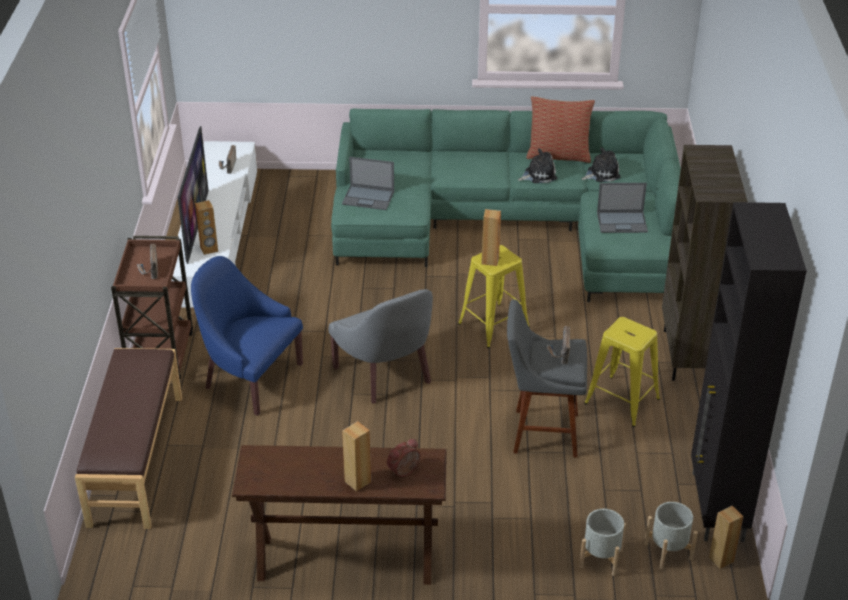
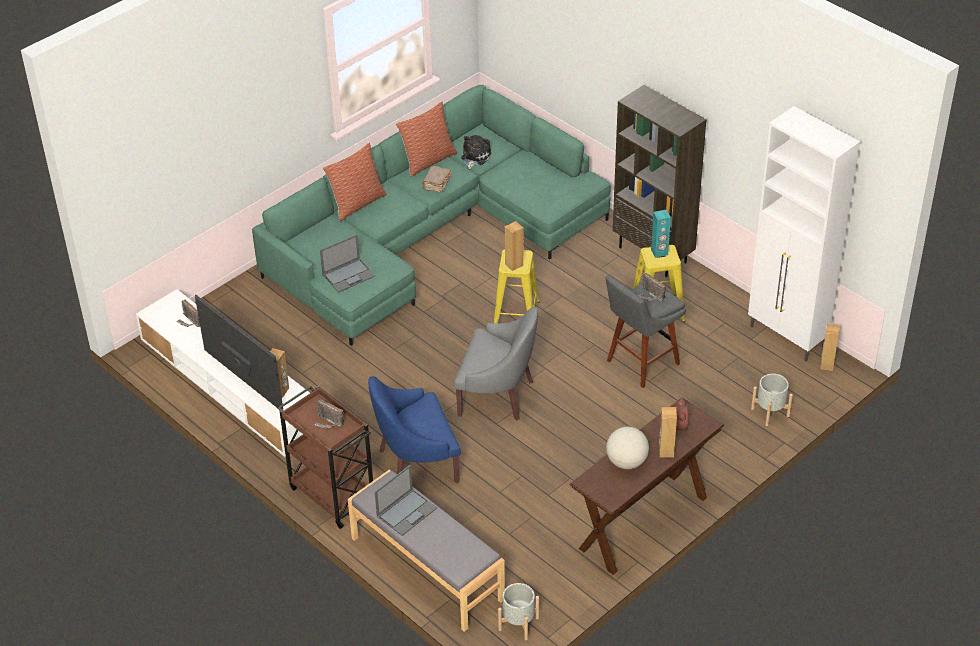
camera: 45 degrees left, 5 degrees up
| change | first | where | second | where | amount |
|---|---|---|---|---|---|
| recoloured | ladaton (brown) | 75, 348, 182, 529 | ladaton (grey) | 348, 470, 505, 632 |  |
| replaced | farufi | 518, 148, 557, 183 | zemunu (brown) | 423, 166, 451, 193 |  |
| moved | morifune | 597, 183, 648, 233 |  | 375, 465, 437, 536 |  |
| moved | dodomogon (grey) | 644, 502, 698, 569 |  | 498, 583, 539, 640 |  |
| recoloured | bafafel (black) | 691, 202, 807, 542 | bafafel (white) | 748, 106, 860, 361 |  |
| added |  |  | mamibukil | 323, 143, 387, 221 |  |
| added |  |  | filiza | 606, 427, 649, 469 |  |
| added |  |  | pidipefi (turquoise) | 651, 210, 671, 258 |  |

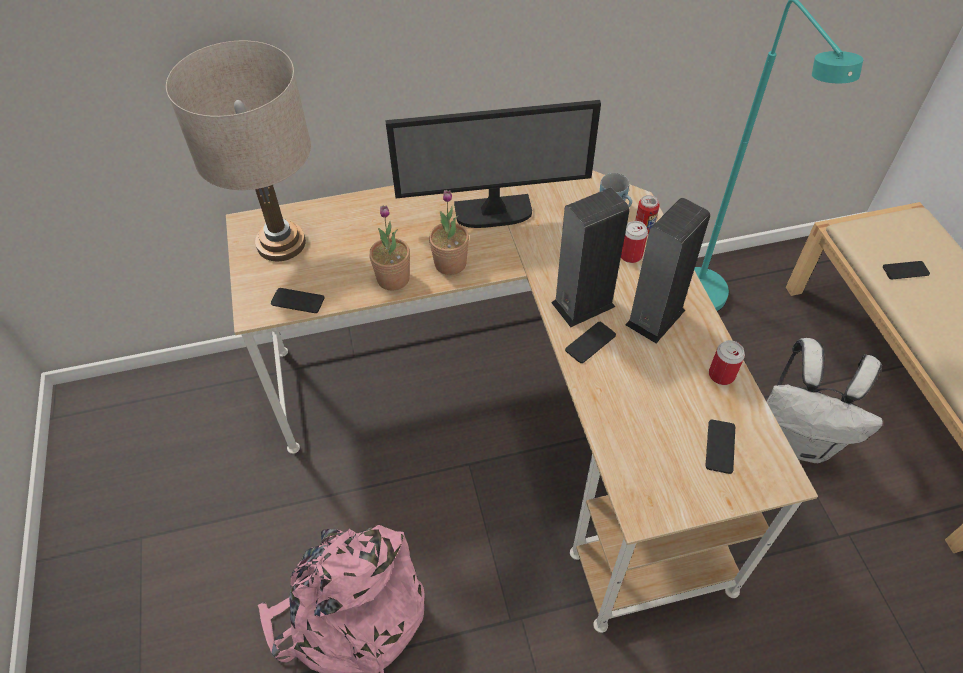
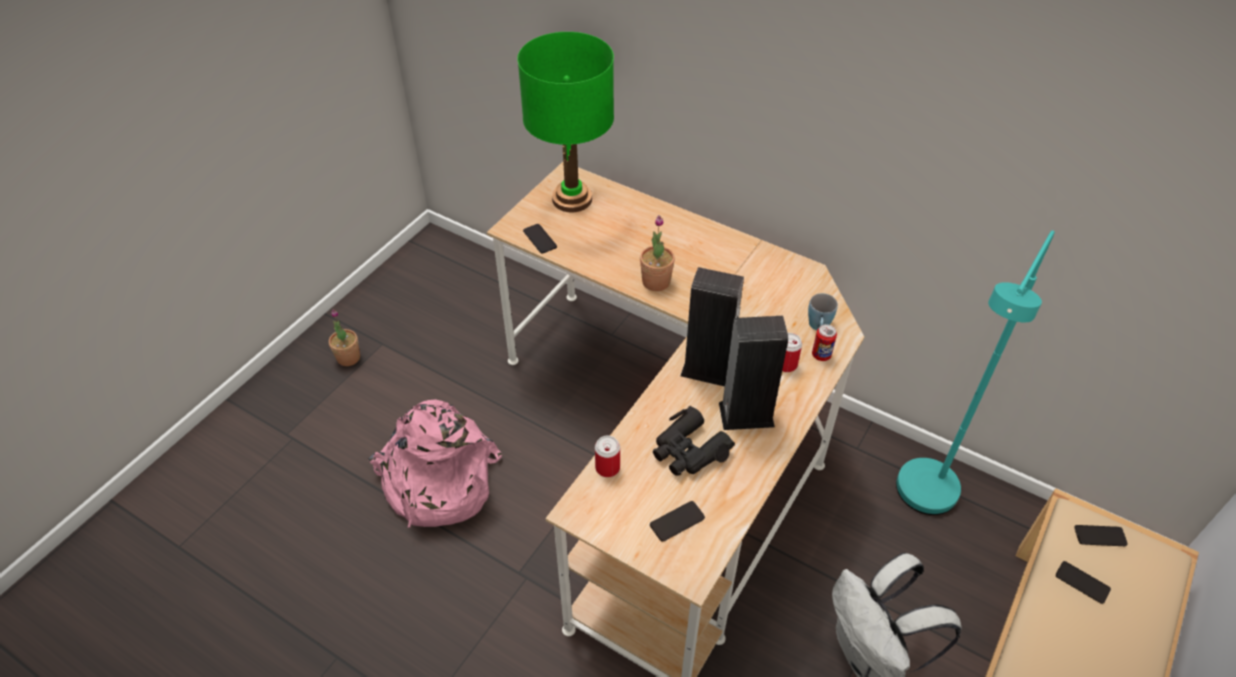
camera: 45 degrees right, 5 degrees down
| change | first | where | second | where | amount |
|---|---|---|---|---|---|
| recoloured | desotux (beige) | 166, 41, 311, 261 | desotux (green) | 517, 32, 614, 212 |  |
| moved | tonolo | 369, 206, 410, 291 |  | 329, 309, 360, 366 |  |
| removed | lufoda | 385, 100, 601, 228 |  |  |  |
| moved | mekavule | 565, 322, 616, 363 |  | 1074, 525, 1128, 546 |  |
| moved | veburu | 709, 340, 745, 385 |  | 595, 435, 620, 477 |  |
| added |  |  | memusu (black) | 653, 406, 735, 476 |  |

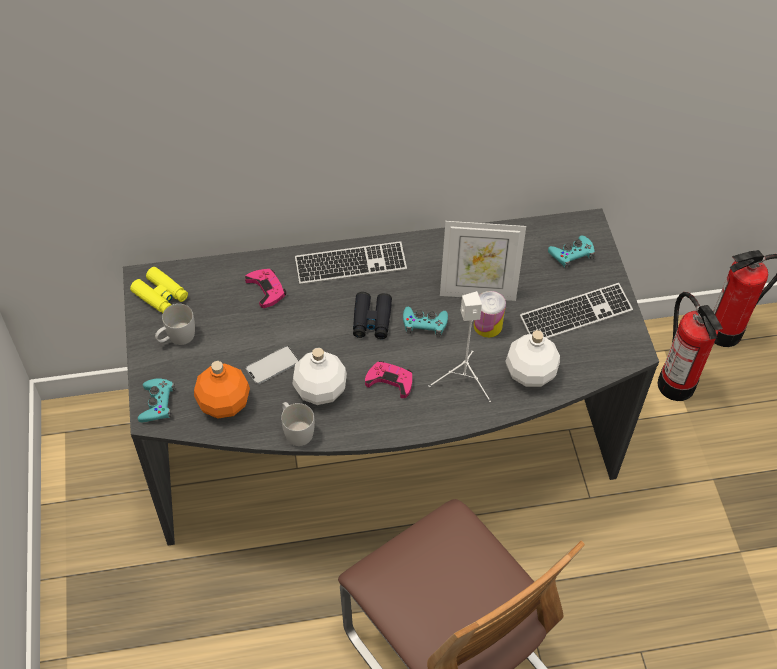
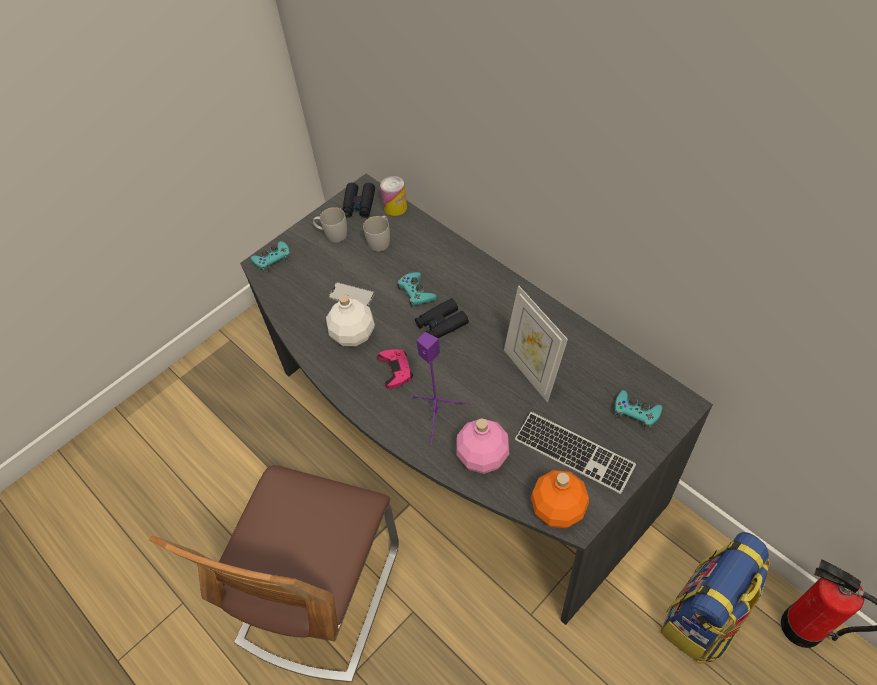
camera: 60 degrees right, 0 degrees up
| change | first | where | second | where | amount |
|---|---|---|---|---|---|
| recoloured | memusu (yellow) | 130, 267, 188, 313 | memusu (black) | 342, 183, 375, 218 |  |
| moved | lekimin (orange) | 194, 361, 250, 419 |  | 531, 470, 589, 528 |  |
| removed | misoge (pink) | 245, 269, 286, 308 |  |  |  |
| moved | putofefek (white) | 281, 402, 315, 446 |  | 363, 216, 390, 252 |  |
| removed | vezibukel | 295, 241, 407, 284 |  |  |  |
| moved | misoge (turquoise) | 403, 307, 448, 337 |  | 397, 272, 437, 307 |  |
| recoloured | pidipefi (white) | 429, 291, 491, 402 | pidipefi (purple) | 411, 332, 470, 446 |  |
| moved | veburu | 474, 291, 506, 338 |  | 380, 176, 407, 216 |  |
| recoloured | lekimin (white) | 505, 330, 560, 387 | lekimin (pink) | 456, 418, 509, 474 |  |
| replaced | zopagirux | 657, 292, 723, 401 | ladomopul | 660, 532, 770, 664 |  |

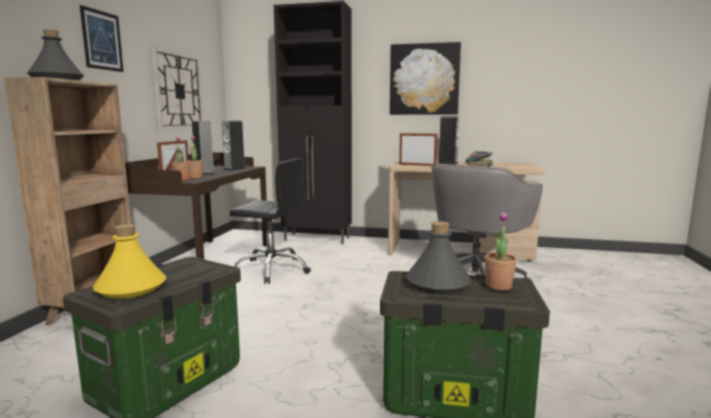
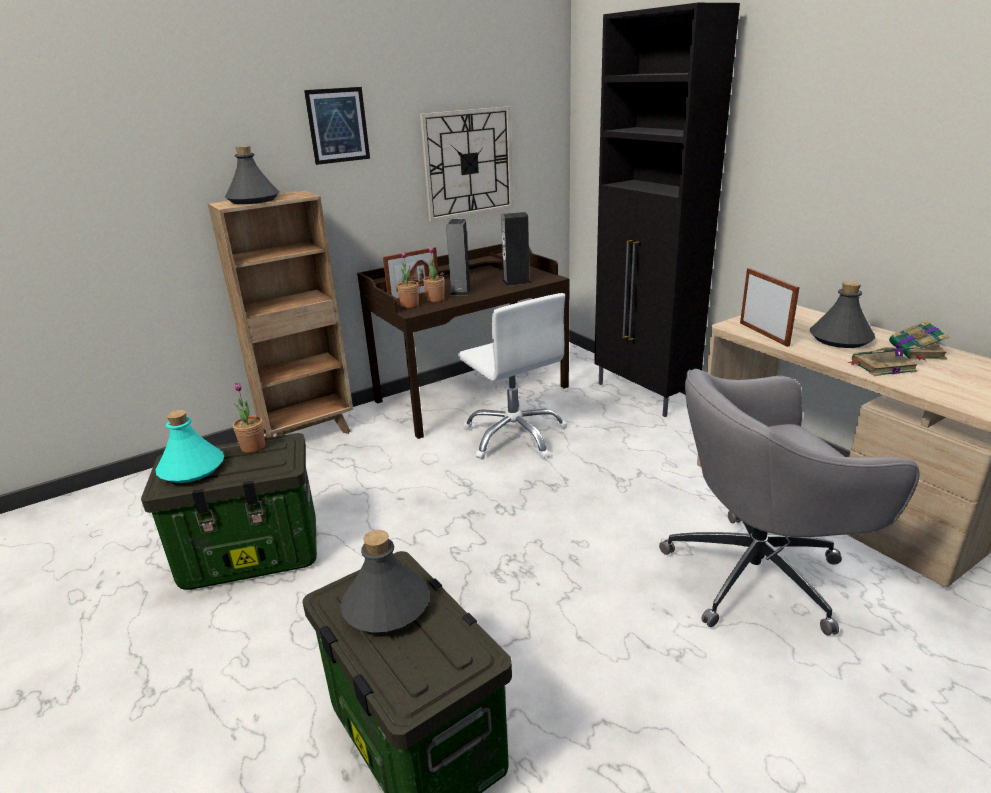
camera: 45 degrees right, 15 degrees up
| change | first | where | second | where | amount |
|---|---|---|---|---|---|
| recoloured | lekimin (yellow) | 93, 224, 166, 299 | lekimin (turquoise) | 155, 410, 224, 483 |  |
| recoloured | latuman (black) | 229, 158, 311, 284 | latuman (white) | 458, 293, 567, 460 |  |
| removed | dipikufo | 390, 42, 461, 115 |  |  |  |
| replaced | pidipefi | 438, 116, 459, 165 | lekimin (grey) | 810, 281, 875, 348 |  |
| moved | tonolo | 485, 212, 517, 291 |  | 233, 383, 265, 453 |  |

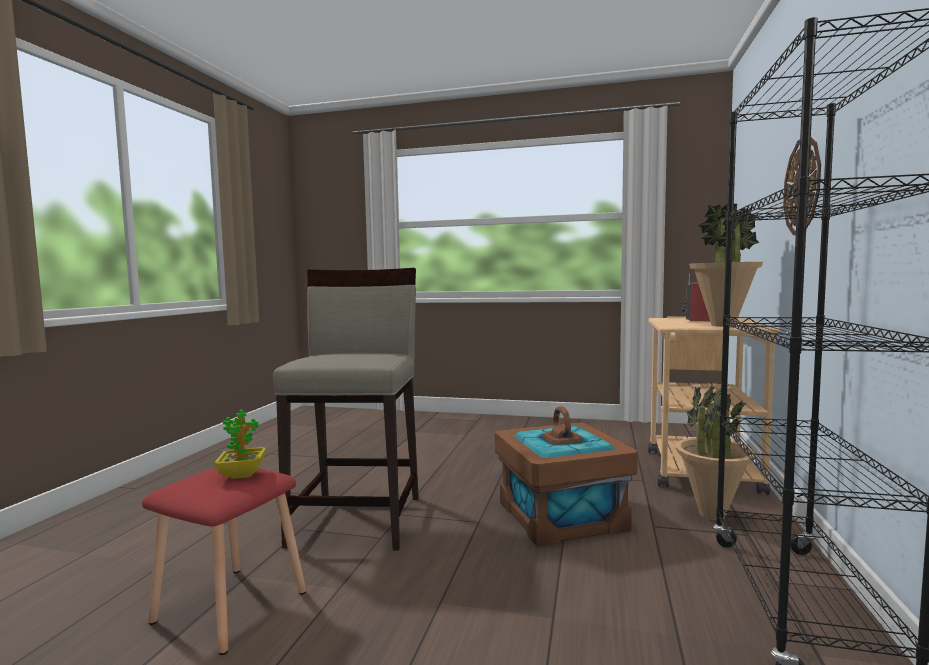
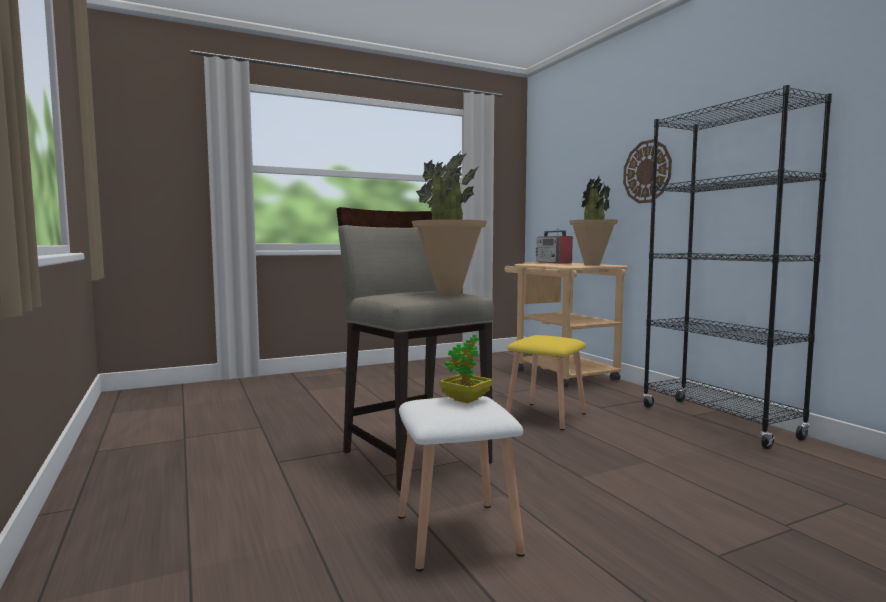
camera: 40 degrees left, 0 degrees up
| change | first | where | second | where | amount |
|---|---|---|---|---|---|
| recoloured | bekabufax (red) | 142, 468, 306, 655 | bekabufax (white) | 398, 396, 525, 571 |  |
| replaced | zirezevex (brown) | 495, 406, 638, 546 | bekabufax (yellow) | 506, 335, 586, 430 |  |
| moved | tonolo | 675, 383, 756, 520 |  | 412, 151, 487, 294 |  |

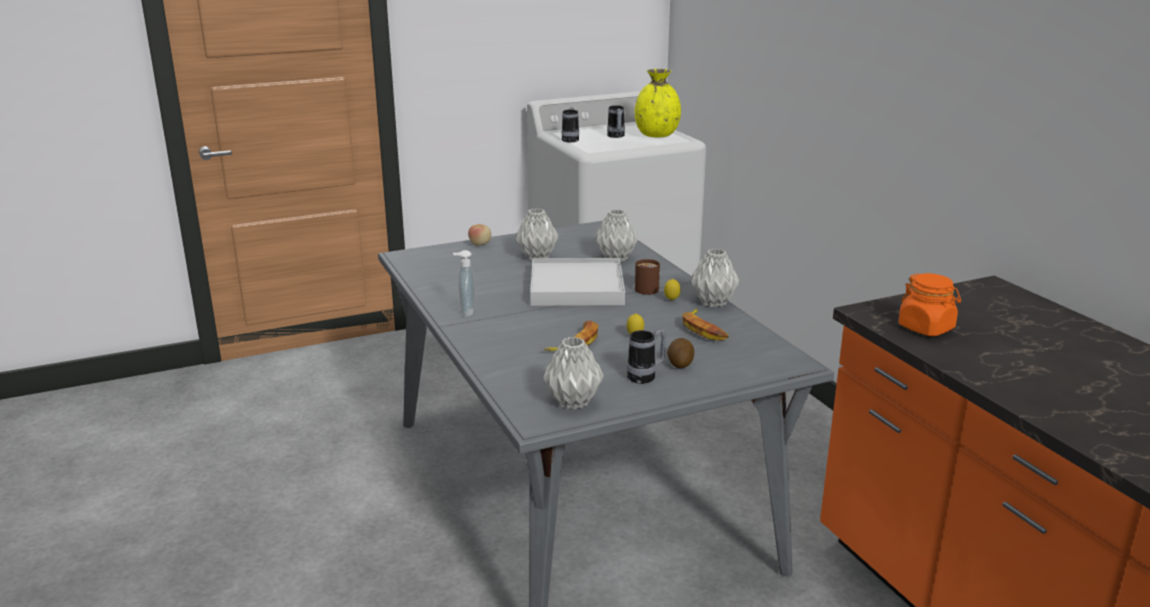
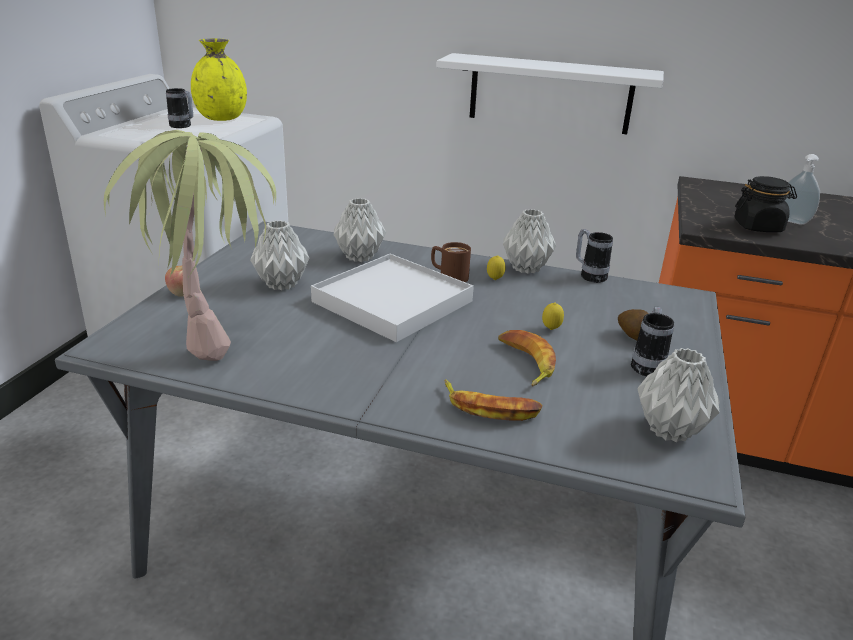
camera: 50 degrees left, 5 degrees up
| change | first | where | second | where | amount |
|---|---|---|---|---|---|
| moved | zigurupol | 453, 250, 475, 317 |  | 785, 154, 820, 225 |  |
| moved | putofefek | 561, 107, 579, 142 |  | 576, 229, 613, 283 |  |
| moved | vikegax | 682, 308, 729, 341 |  | 444, 379, 542, 421 |  |
| recoloured | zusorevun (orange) | 898, 273, 961, 336 | zusorevun (black) | 734, 176, 797, 232 |  |
| added |  |  | tonolo | 104, 130, 276, 361 |  |
| added |  |  | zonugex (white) | 436, 53, 664, 134 |  |

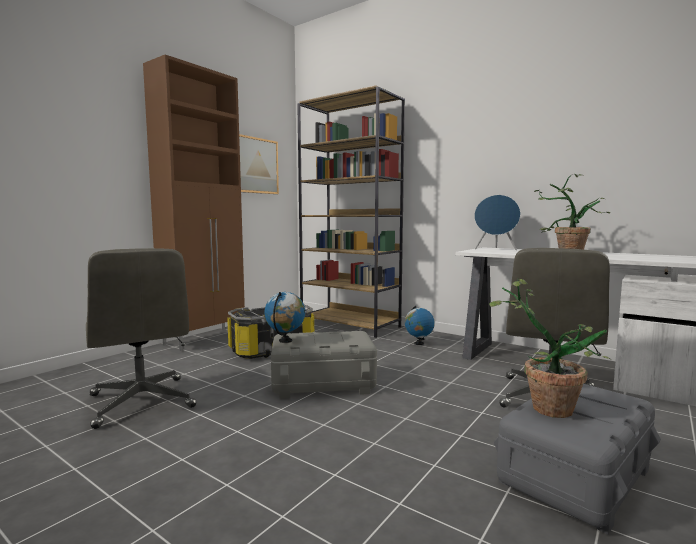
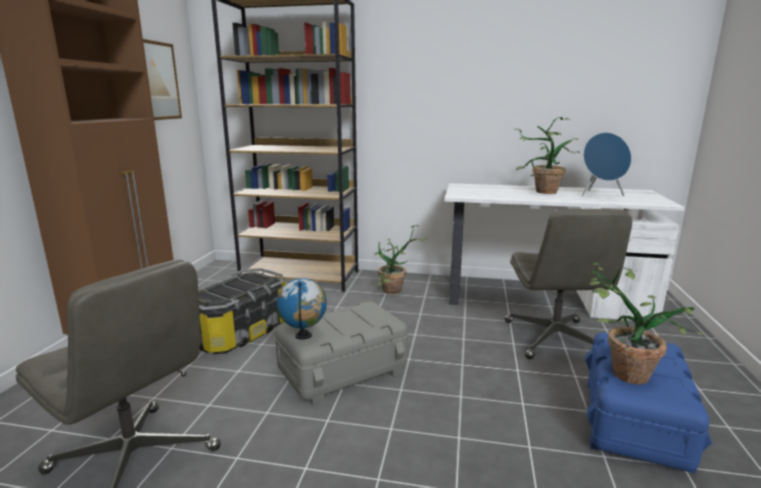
camera: 25 degrees left, 10 degrees up
| change | first | where | second | where | amount |
|---|---|---|---|---|---|
| replaced | filiza | 405, 306, 435, 345 | tonolo | 371, 225, 428, 294 |  |
| moved | pidipefi (blue) | 474, 195, 521, 250 |  | 581, 132, 631, 197 |  |
| recoloured | zirezevex (grey) | 494, 384, 661, 534 | zirezevex (blue) | 585, 333, 712, 474 |  |

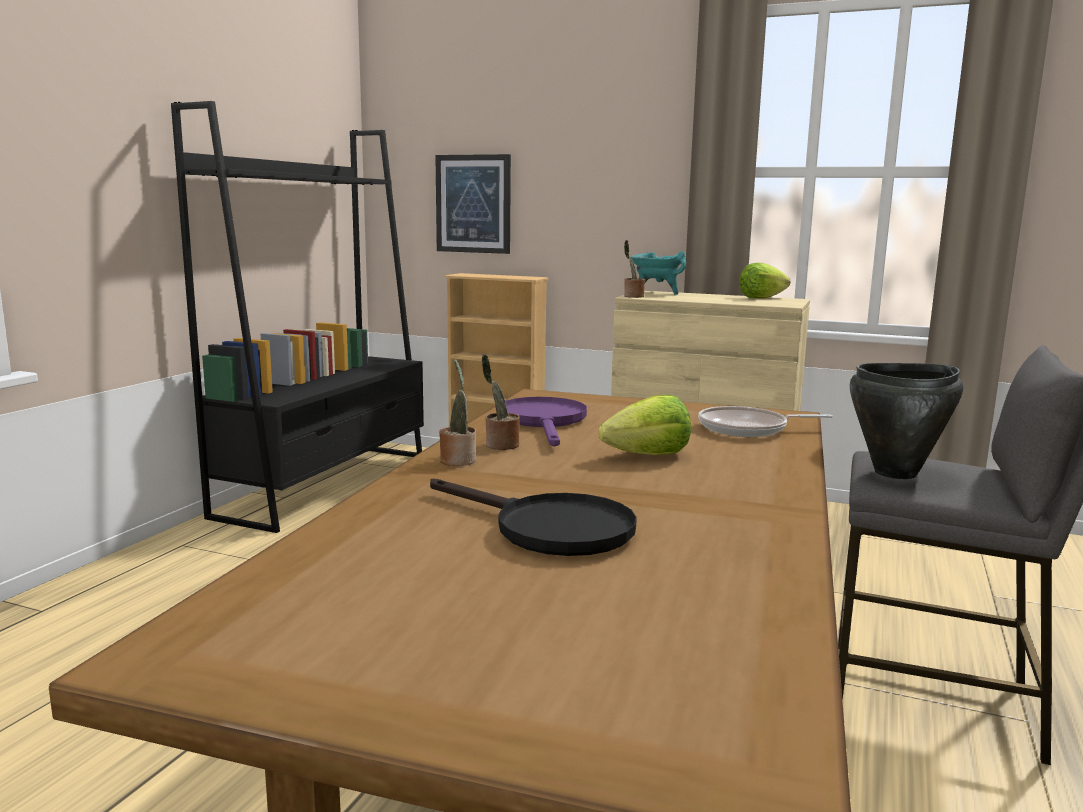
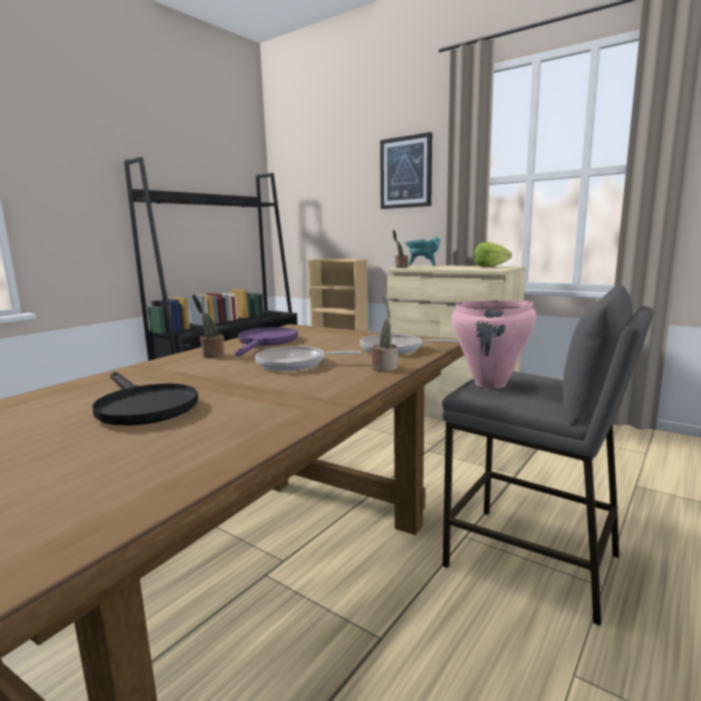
camera: 15 degrees right, 0 degrees up
| change | first | where | second | where | amount |
|---|---|---|---|---|---|
| moved | dipikufo | 435, 154, 511, 254 |  | 380, 132, 432, 209 |  |
| moved | tonolo | 439, 358, 476, 466 |  | 372, 295, 398, 372 |  |
| replaced | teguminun | 599, 395, 691, 455 | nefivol | 255, 346, 362, 371 |  |
| recoloured | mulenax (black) | 850, 363, 963, 479 | mulenax (pink) | 452, 301, 536, 388 |  |

